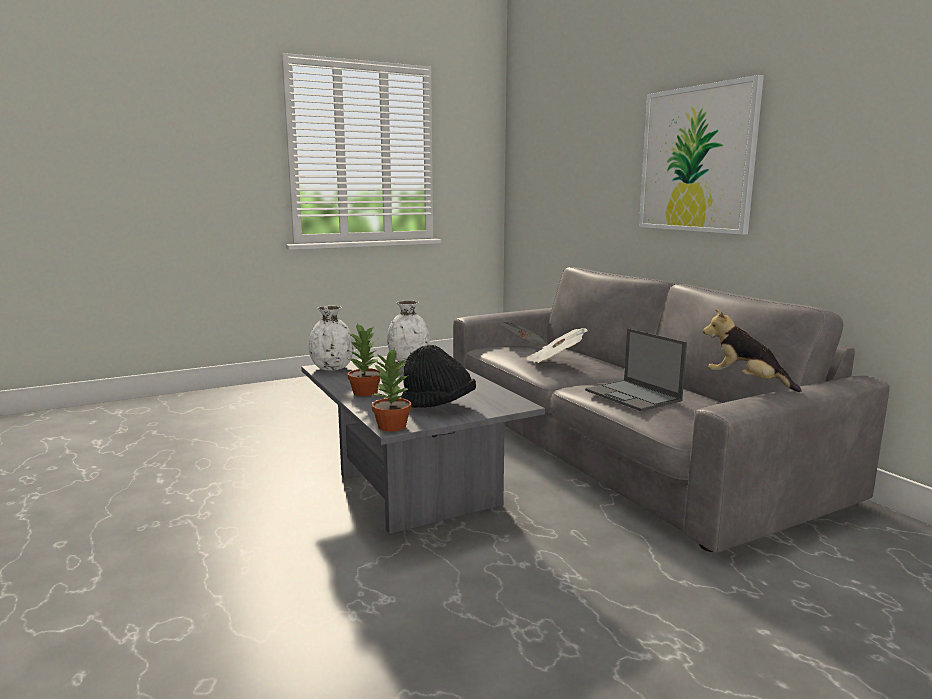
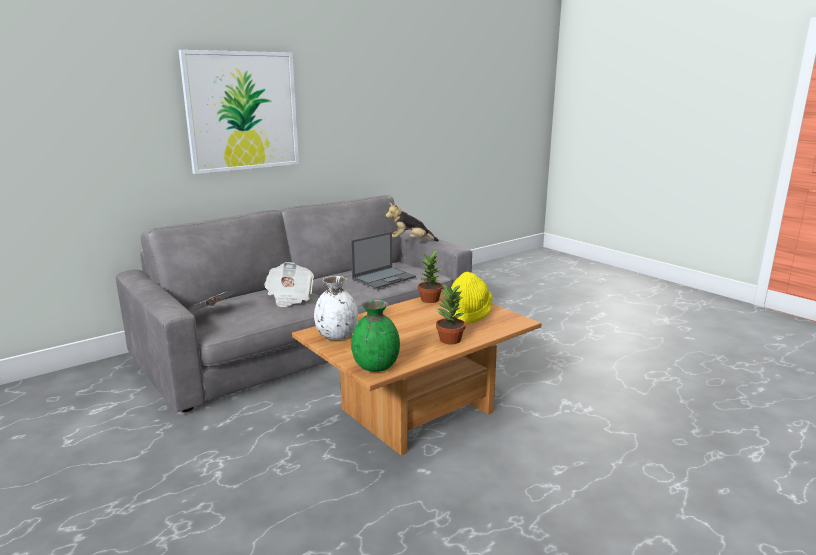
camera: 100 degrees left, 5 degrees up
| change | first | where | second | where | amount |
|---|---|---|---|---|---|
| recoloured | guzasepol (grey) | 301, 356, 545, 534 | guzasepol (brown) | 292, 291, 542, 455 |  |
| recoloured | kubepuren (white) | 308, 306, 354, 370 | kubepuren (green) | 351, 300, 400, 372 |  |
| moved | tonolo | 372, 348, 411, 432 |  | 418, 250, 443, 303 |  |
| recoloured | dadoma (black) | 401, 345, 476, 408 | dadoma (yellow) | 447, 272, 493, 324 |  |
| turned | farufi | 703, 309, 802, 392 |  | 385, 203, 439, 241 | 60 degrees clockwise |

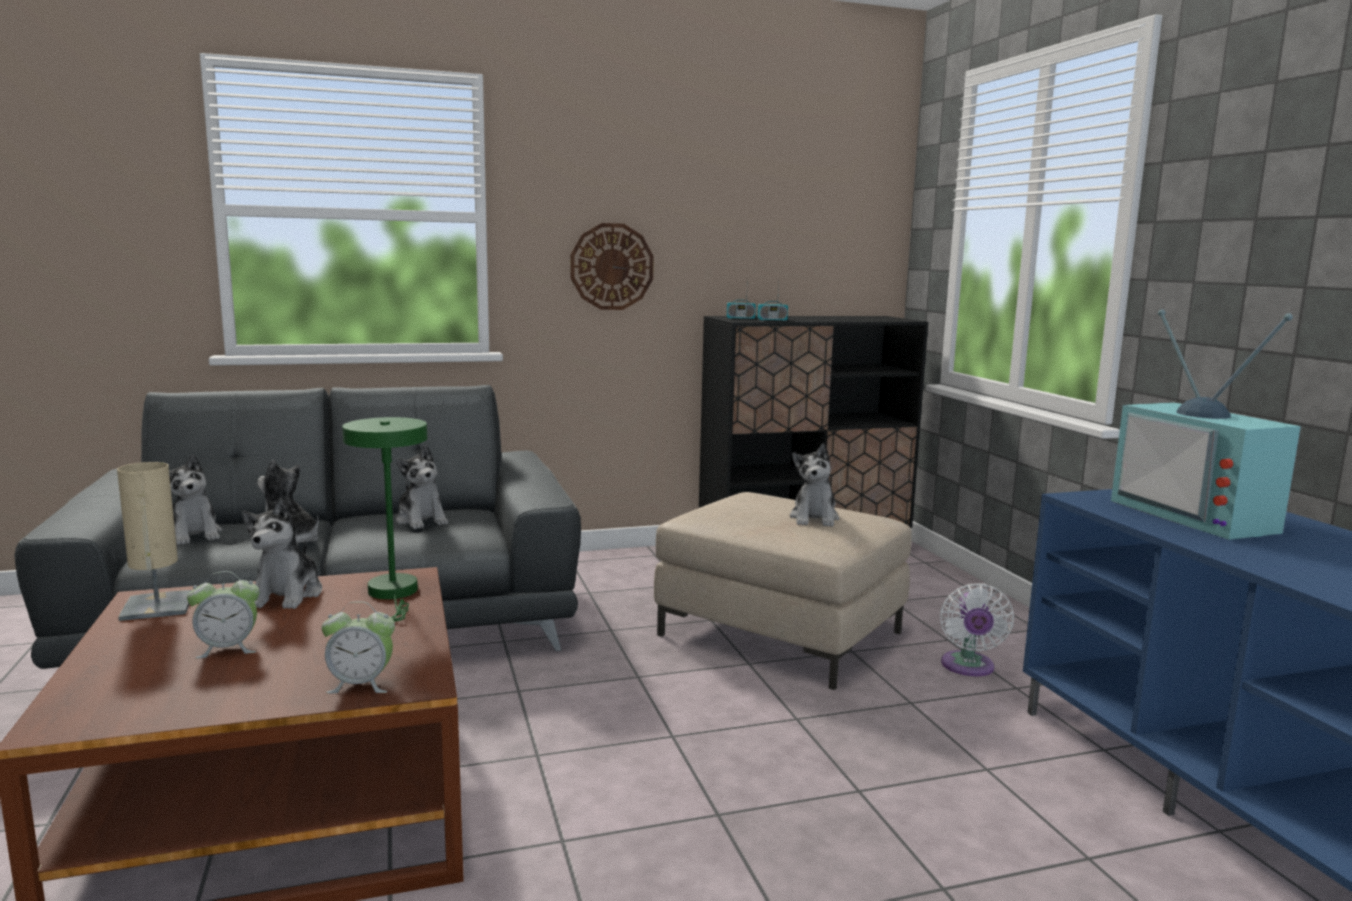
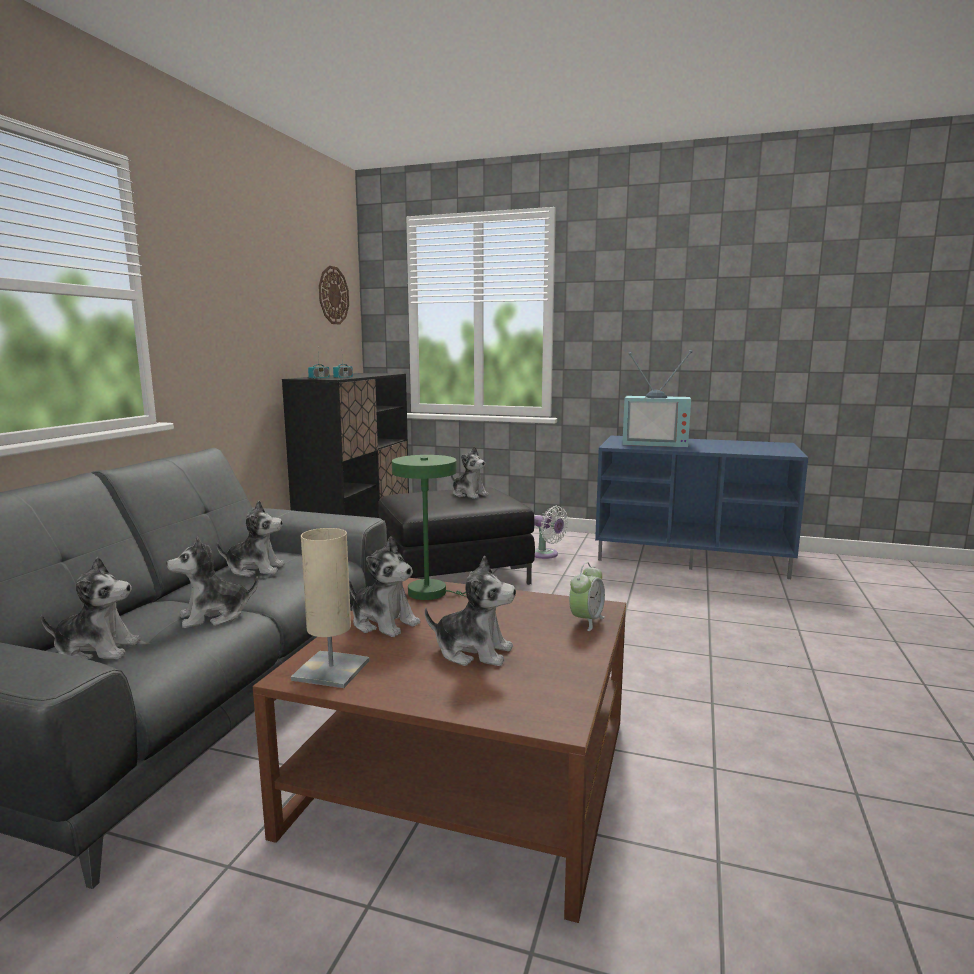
camera: 55 degrees left, 0 degrees up
| change | first | where | second | where | amount |
|---|---|---|---|---|---|
| replaced | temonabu | 187, 571, 260, 658 | farufi | 425, 556, 516, 666 |  |
| moved | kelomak | 570, 223, 654, 310 |  | 319, 266, 349, 325 |  |
| recoloured | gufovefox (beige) | 654, 492, 912, 690 | gufovefox (black) | 378, 487, 535, 585 |  |

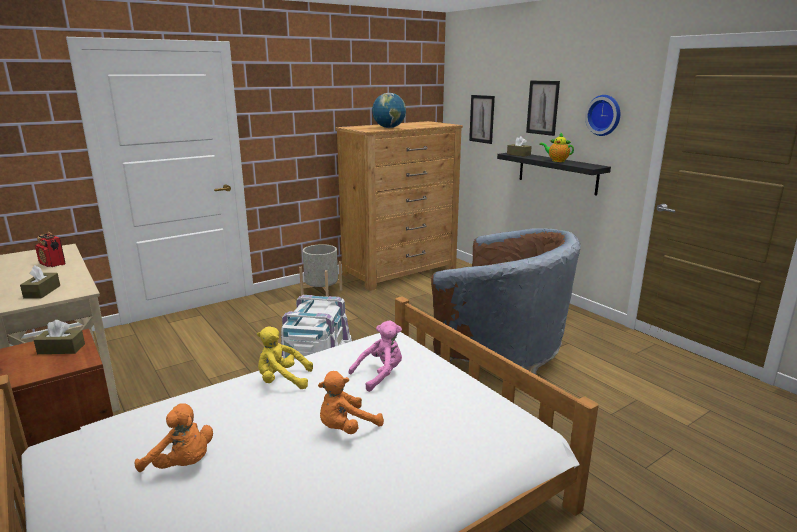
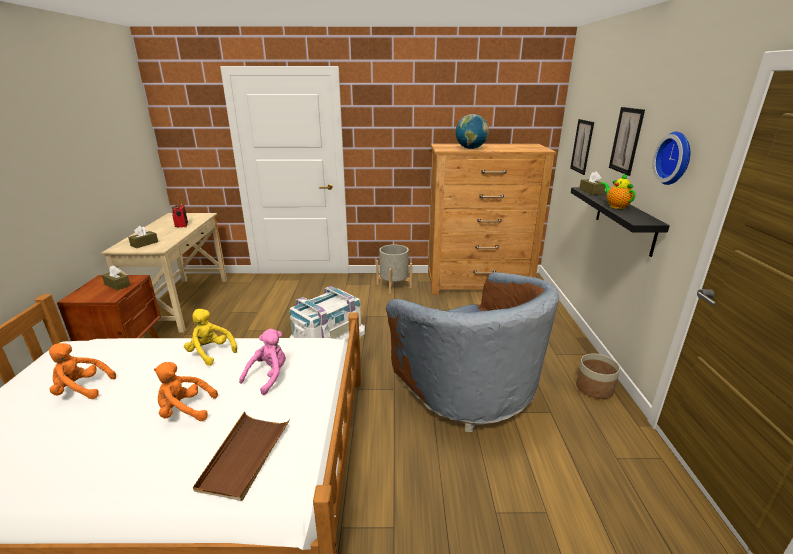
camera: 35 degrees right, 5 degrees up
| change | first | where | second | where | amount |
|---|---|---|---|---|---|
| turned | farufi (orange) | 135, 403, 213, 472 |  | 49, 343, 116, 399 | 120 degrees clockwise |
| turned | farufi (pink) | 348, 320, 402, 392 |  | 239, 329, 286, 395 | 60 degrees counterclockwise |
| added |  |  | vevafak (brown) | 193, 412, 290, 501 |  |
| added |  |  | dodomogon | 576, 354, 620, 399 |  |

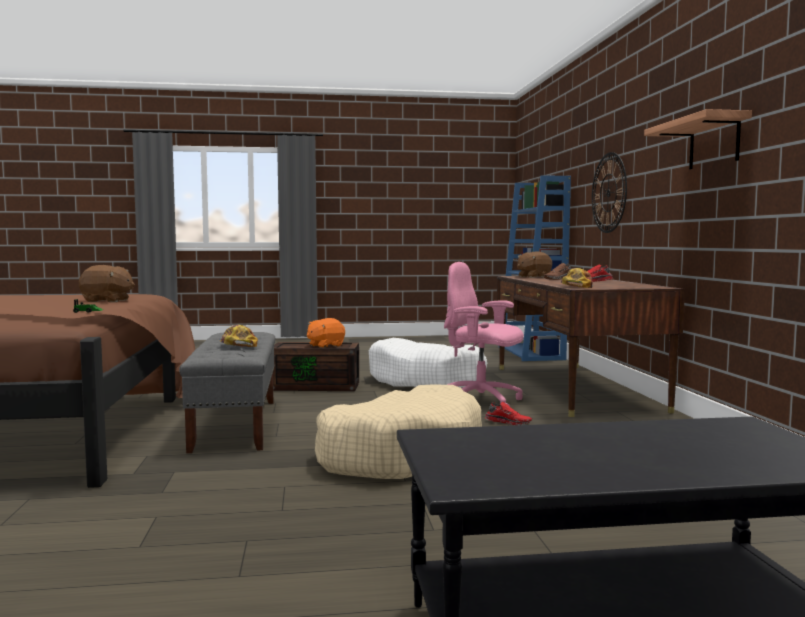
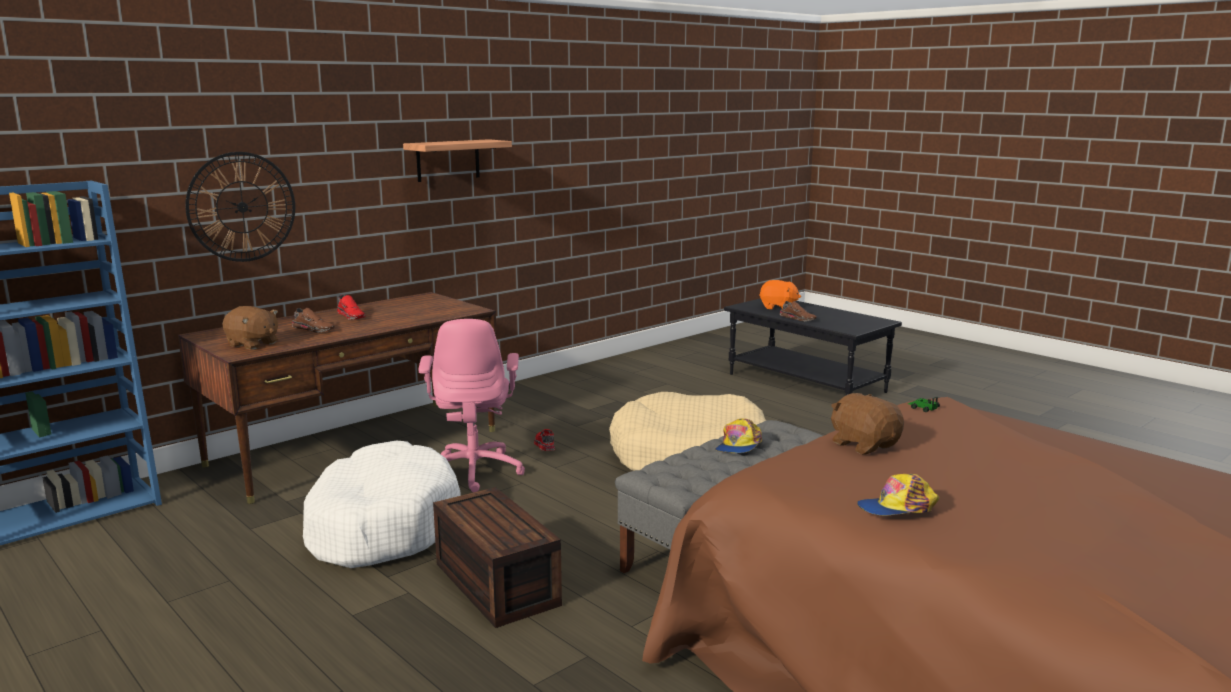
camera: 125 degrees left, 10 degrees up
| change | first | where | second | where | amount |
|---|---|---|---|---|---|
| moved | farufi (orange) | 307, 318, 345, 348 |  | 759, 280, 801, 309 |  |
| moved | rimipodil | 561, 268, 593, 288 |  | 857, 474, 940, 516 |  |
| added |  |  | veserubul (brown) | 779, 301, 817, 321 |  |

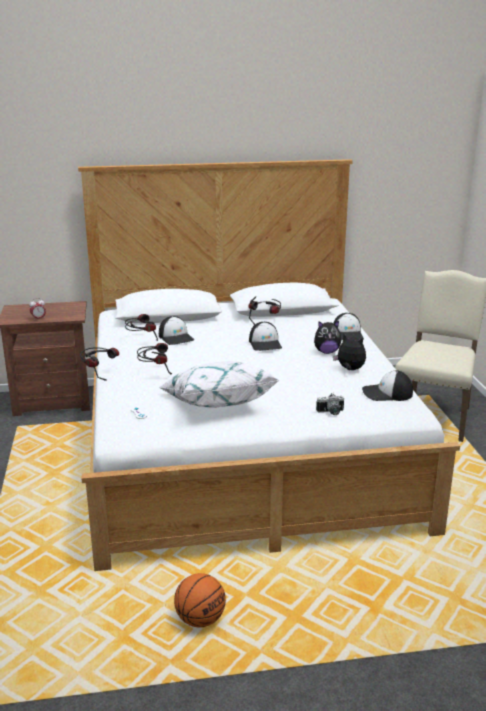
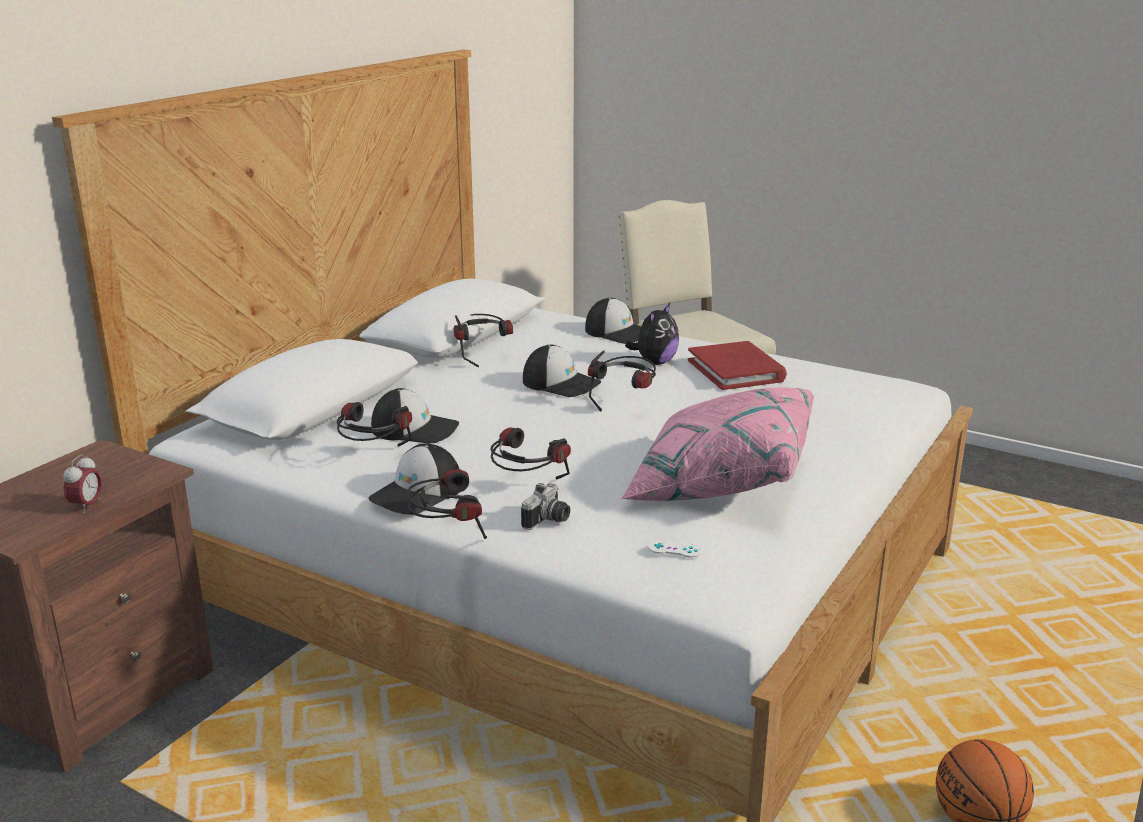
camera: 50 degrees left, 0 degrees up
| change | first | where | second | where | amount |
|---|---|---|---|---|---|
| recoloured | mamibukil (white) | 159, 361, 279, 408 | mamibukil (pink) | 621, 387, 814, 501 |  |
| moved | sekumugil | 316, 393, 344, 415 |  | 521, 483, 570, 530 |  |
| replaced | farufi | 333, 334, 366, 370 | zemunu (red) | 688, 341, 787, 390 |  |
| moved | rimipodil | 362, 370, 413, 401 |  | 369, 443, 459, 515 |  |
| added |  |  | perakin | 588, 351, 656, 411 |  |

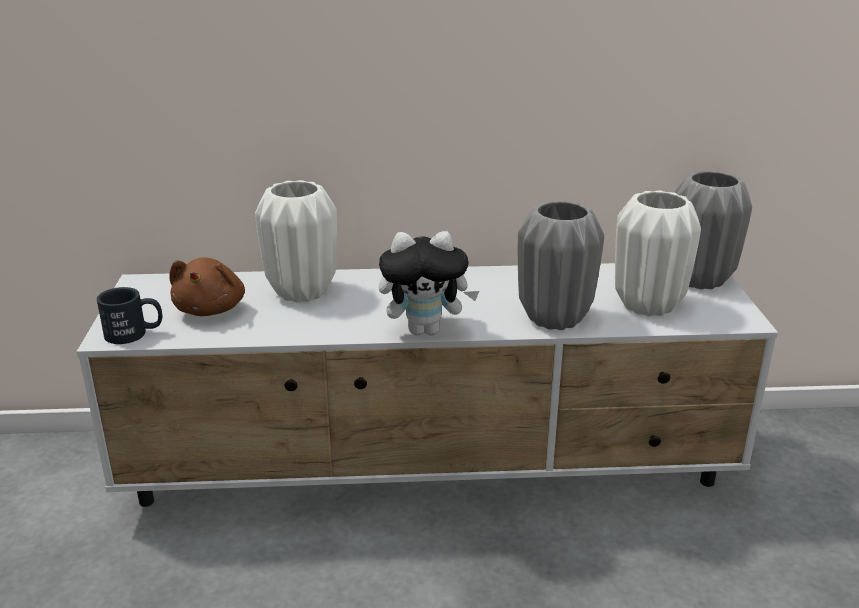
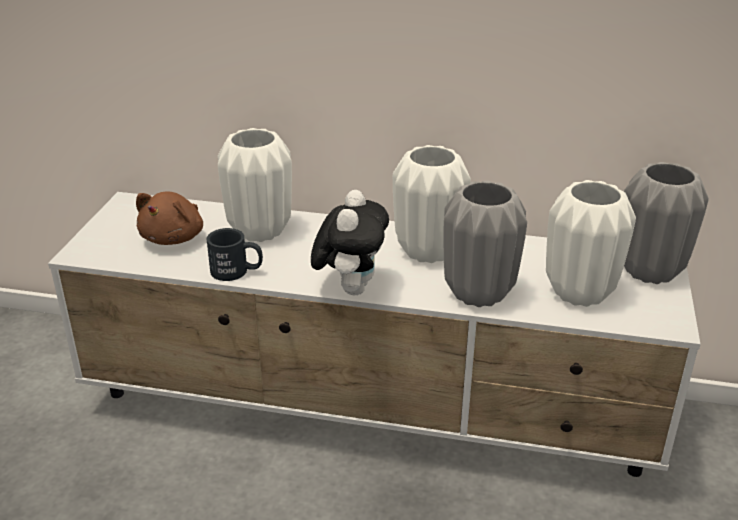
camera: 15 degrees right, 5 degrees up
| change | first | where | second | where | amount |
|---|---|---|---|---|---|
| moved | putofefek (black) | 97, 287, 162, 344 |  | 207, 228, 263, 281 |  |
| turned | farufi | 379, 231, 479, 336 |  | 311, 190, 389, 295 | 90 degrees counterclockwise |
| added |  |  | kubepuren (white) | 393, 145, 471, 263 |  |

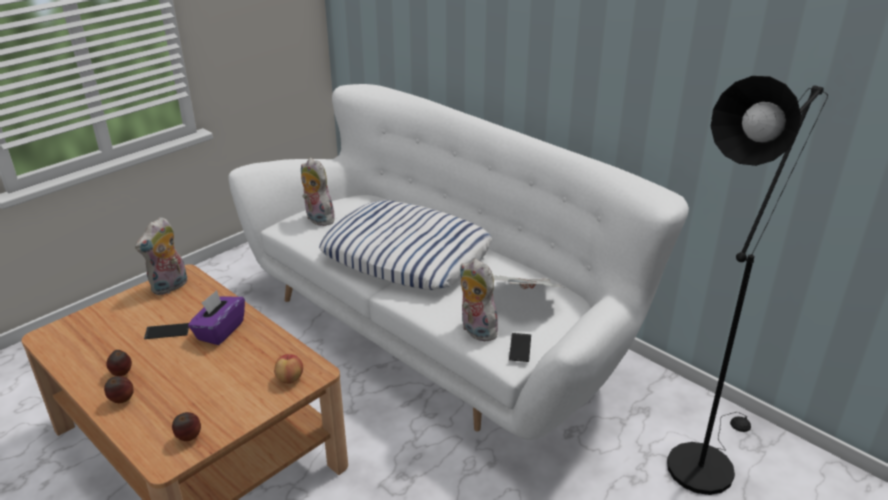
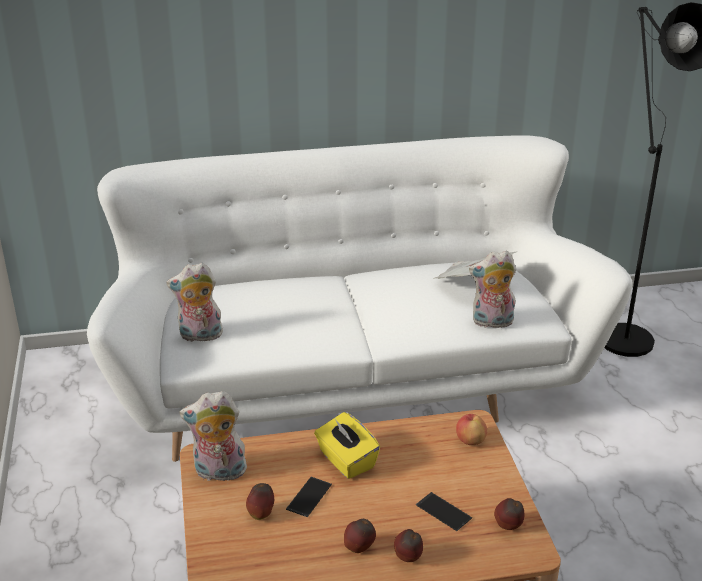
camera: 55 degrees left, 0 degrees up
| change | first | where | second | where | amount |
|---|---|---|---|---|---|
| turned | farufi | 135, 217, 187, 295 |  | 179, 391, 249, 481 | 105 degrees clockwise |
| recoloured | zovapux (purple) | 188, 290, 245, 345 | zovapux (yellow) | 314, 412, 380, 479 |  |
| removed | mamibukil | 319, 200, 492, 290 |  |  |  |
| moved | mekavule | 509, 333, 531, 362 |  | 416, 492, 472, 531 |  |
| added |  |  | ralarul | 246, 483, 274, 520 |  |

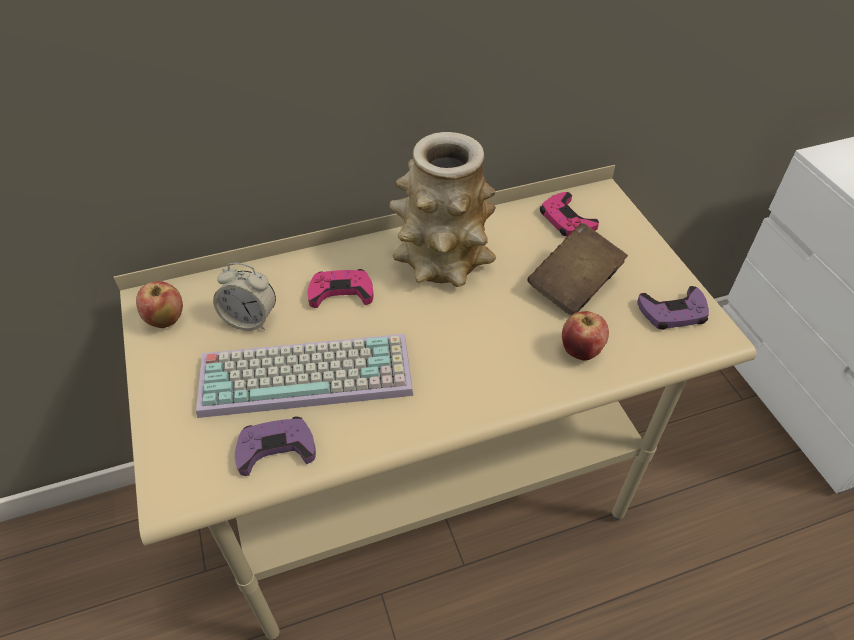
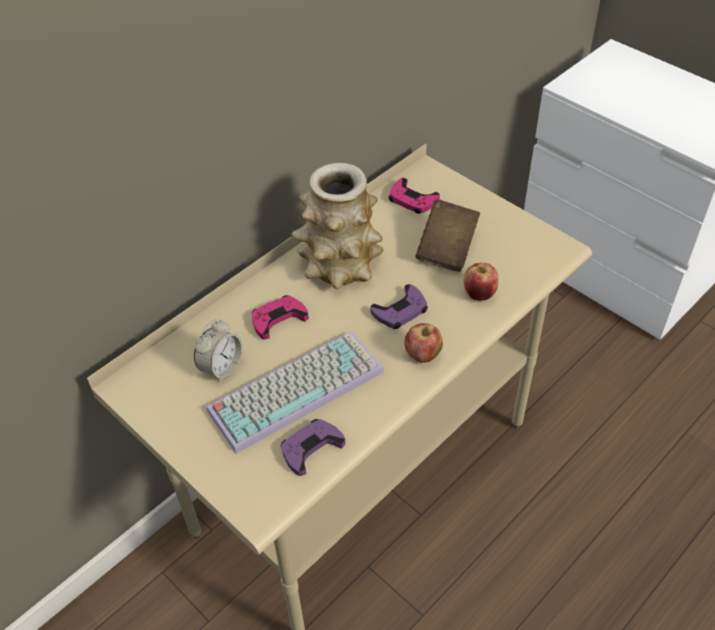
camera: 25 degrees left, 0 degrees up
| change | first | where | second | where | amount |
|---|---|---|---|---|---|
| moved | ralarul | 136, 281, 183, 328 |  | 404, 323, 443, 363 |  |
| turned | temonabu | 213, 263, 276, 331 |  | 194, 320, 243, 382 | 45 degrees counterclockwise |
| moved | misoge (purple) | 637, 286, 709, 330 |  | 370, 284, 428, 329 |  |

